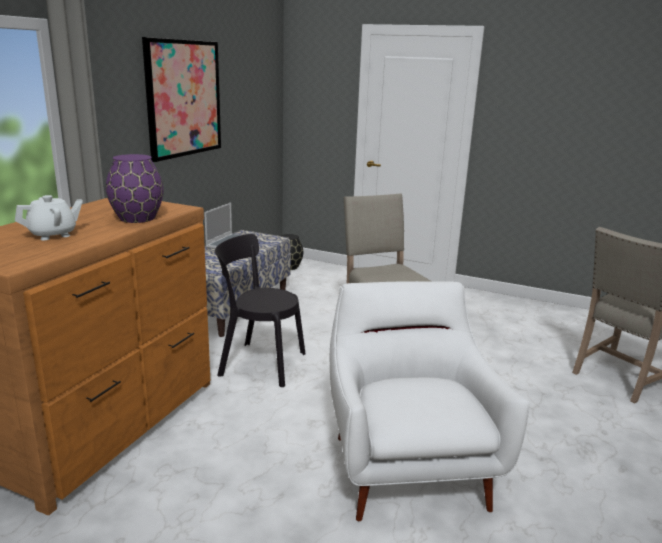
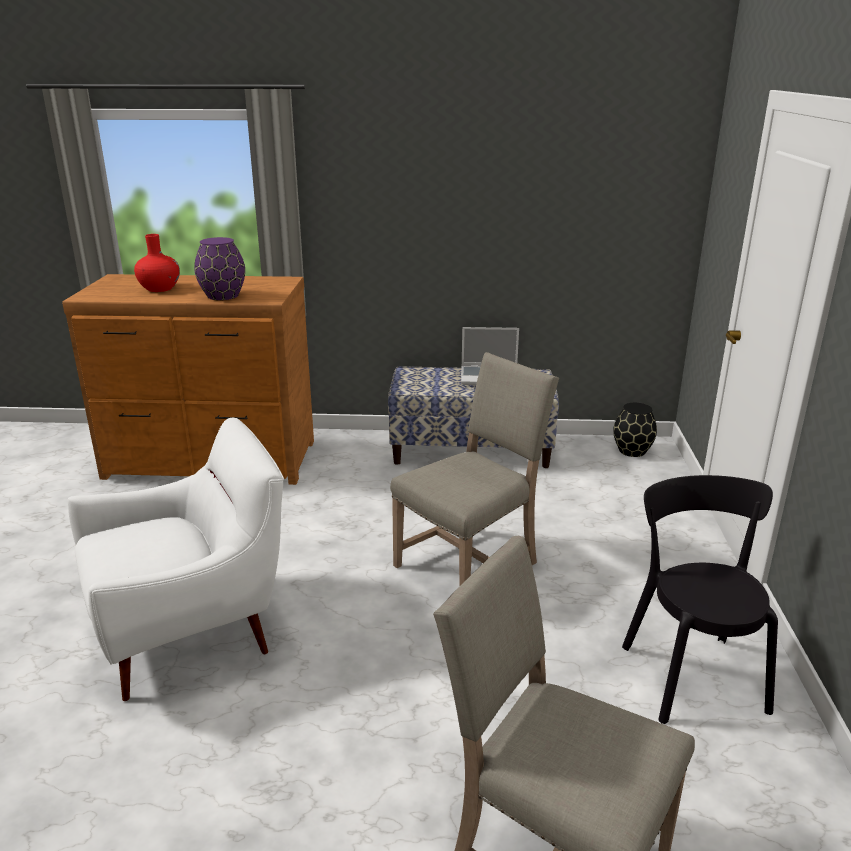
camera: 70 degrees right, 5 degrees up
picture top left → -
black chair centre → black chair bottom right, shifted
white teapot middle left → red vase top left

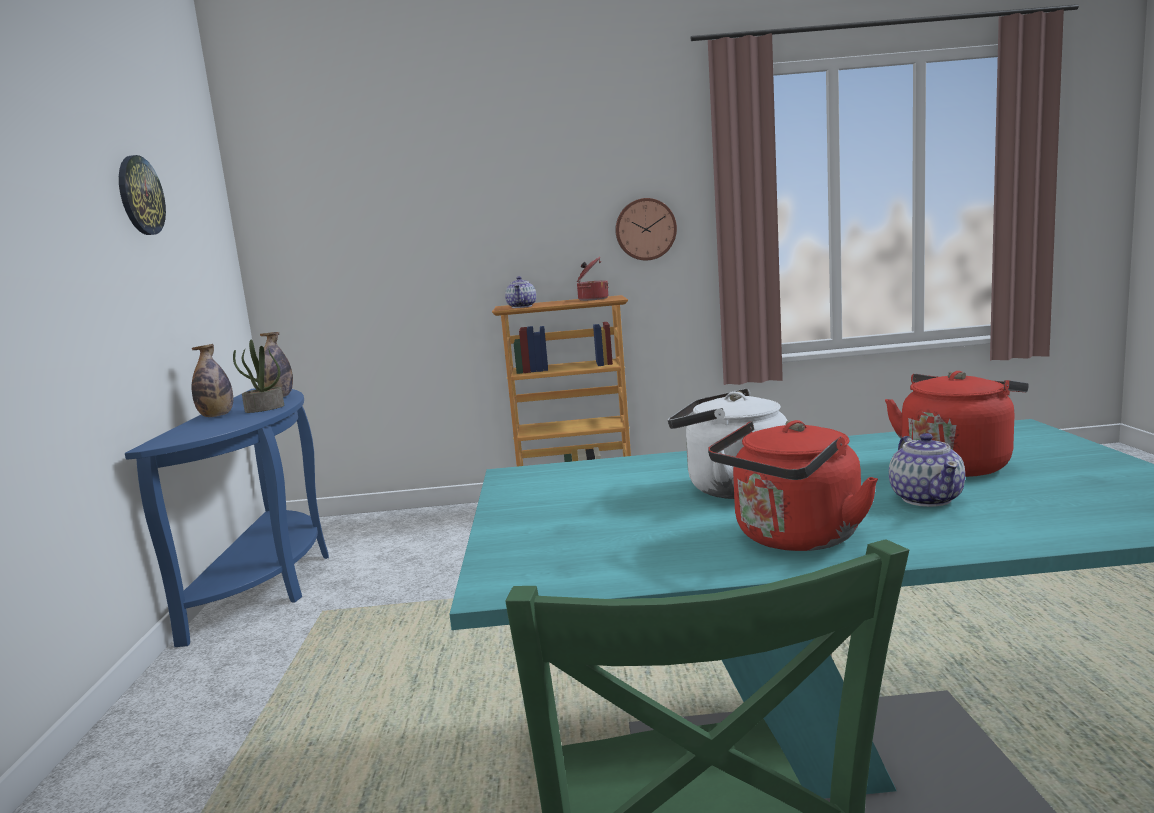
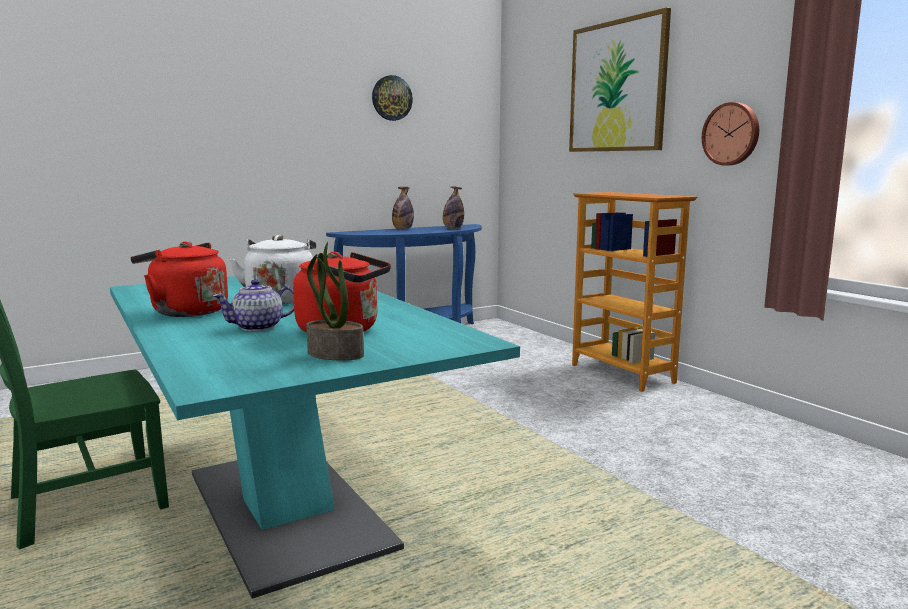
camera: 60 degrees right, 0 degrees up
teapot (no. 1 from left) centre → -
cooking pot centre → -
- → picture top right
potted plant middle left → potted plant centre, shifted

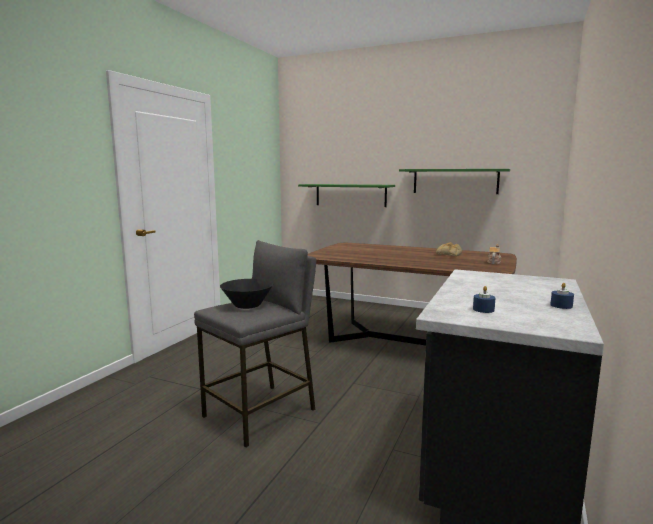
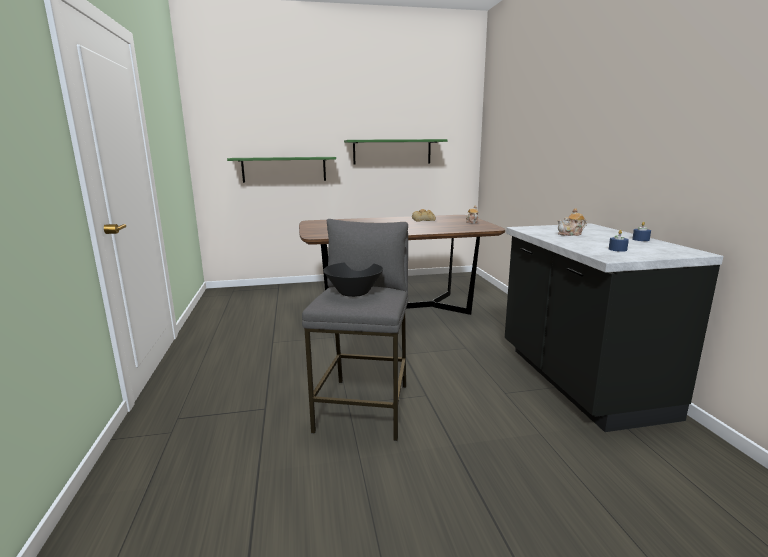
camera: 35 degrees left, 5 degrees up
- → teapot (no. 2 from left) middle right

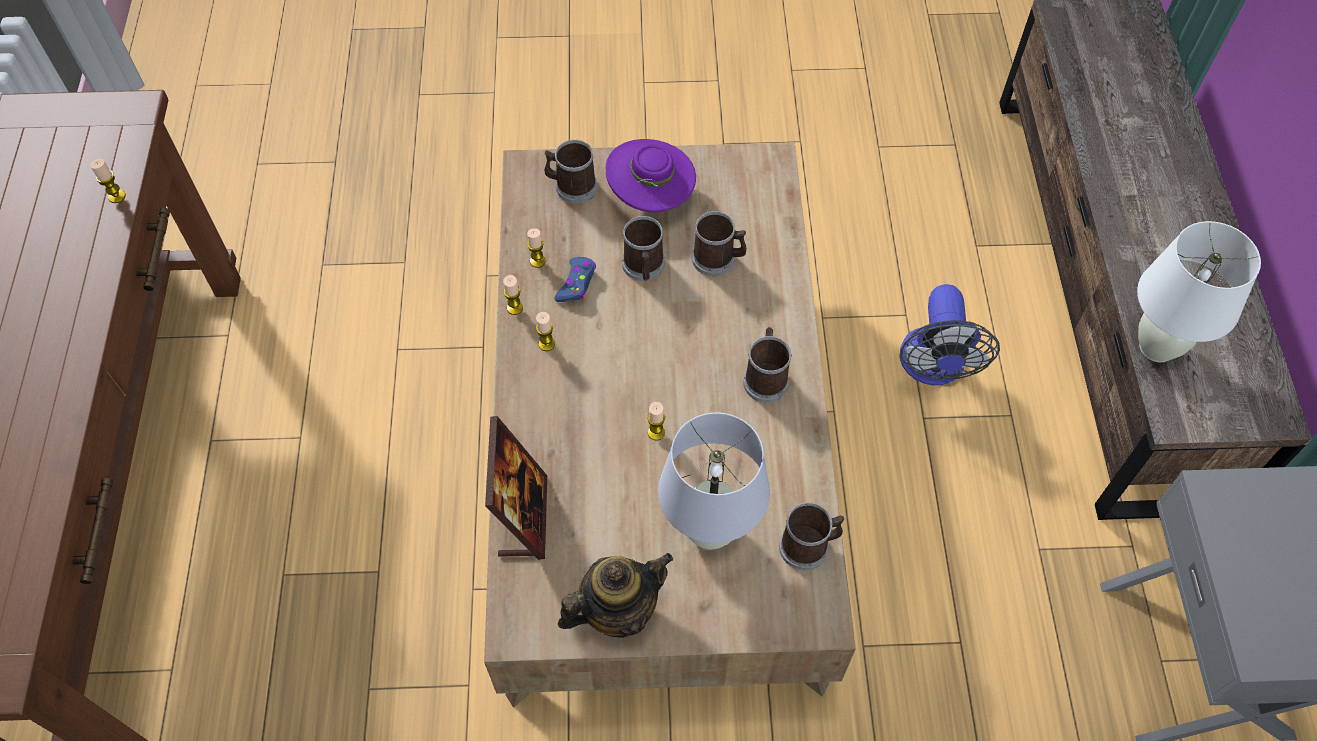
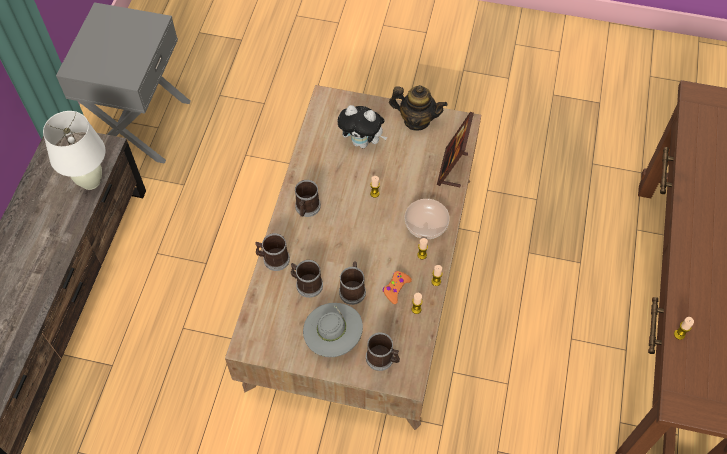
camera: 165 degrees left, 0 degrees up
fan middle right → -
- → bowl centre
mug (no. 5 from left in the first image) bottom centre → mug (no. 1 from left) centre, shifted
white table lamp (no. 1 from left) centre → plush toy top centre
blue game controller centre → orange game controller centre
purple hat top centre → grey hat bottom centre
teapot bottom centre → teapot top centre, 150 degrees counterclockwise

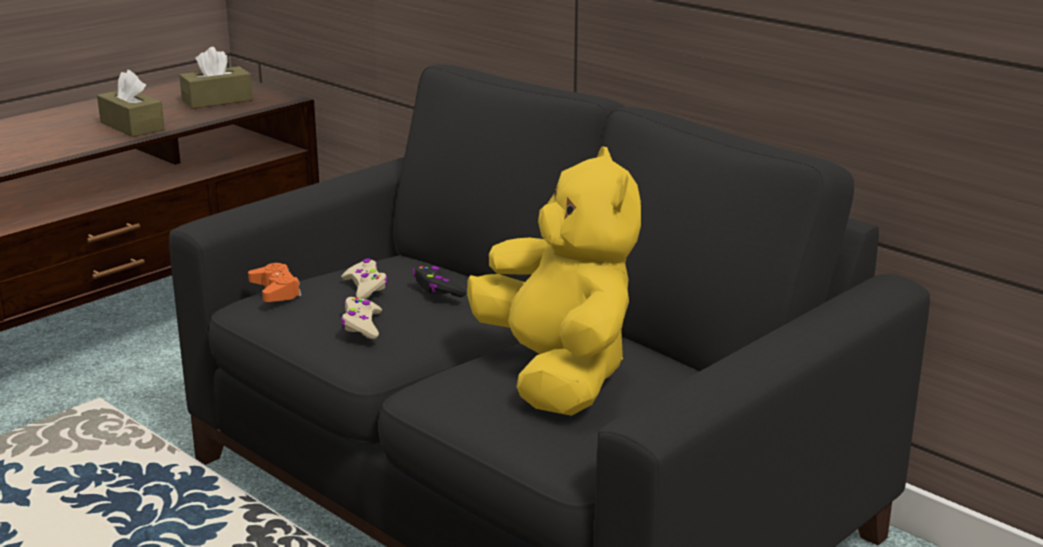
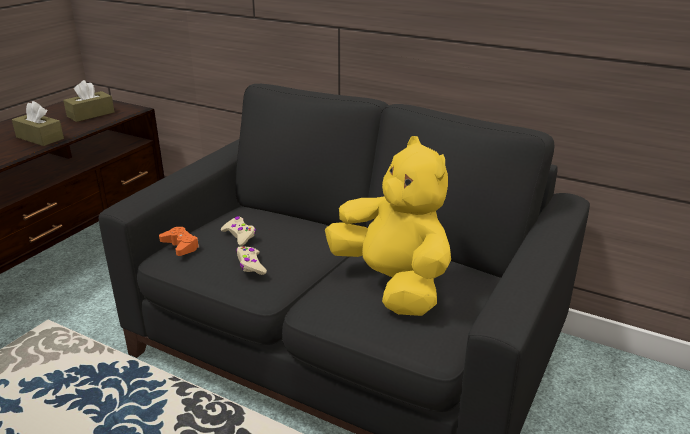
camera: 15 degrees left, 5 degrees up
black game controller centre → -

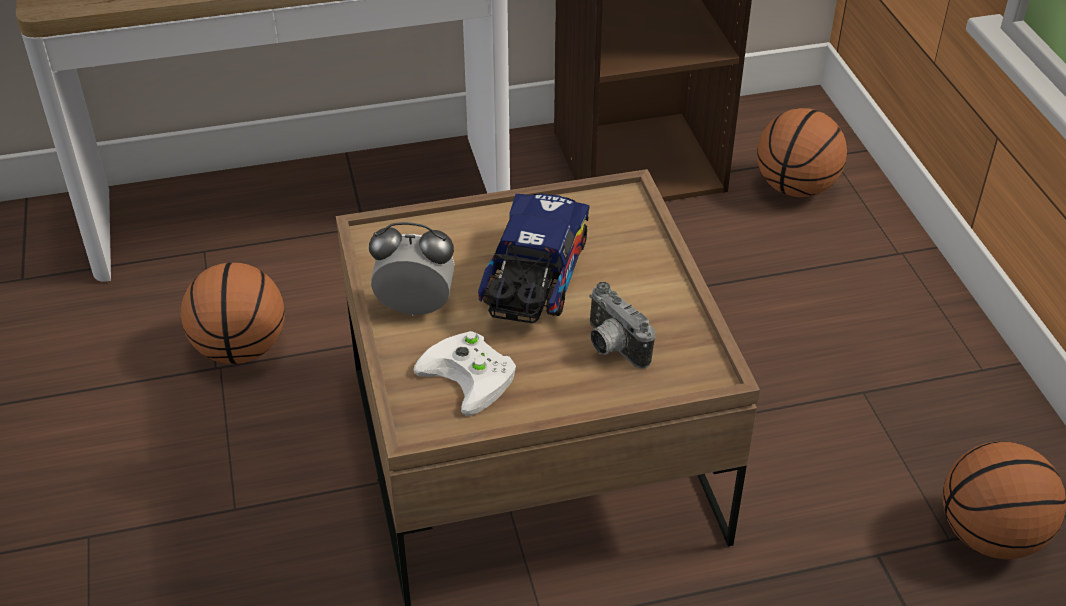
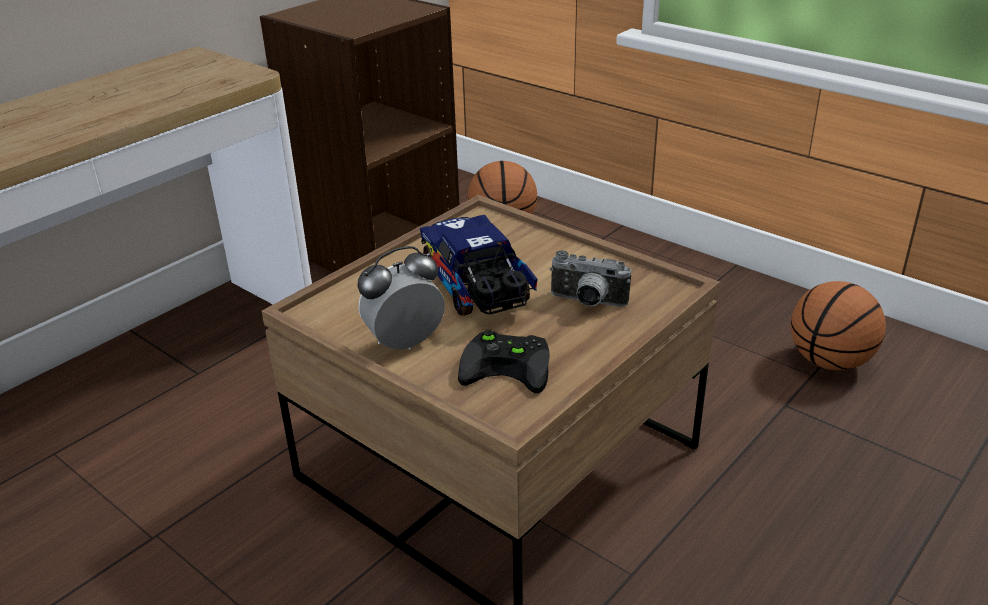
camera: 35 degrees left, 10 degrees down
basketball (no. 1 from left) middle left → -
white game controller centre → black game controller centre

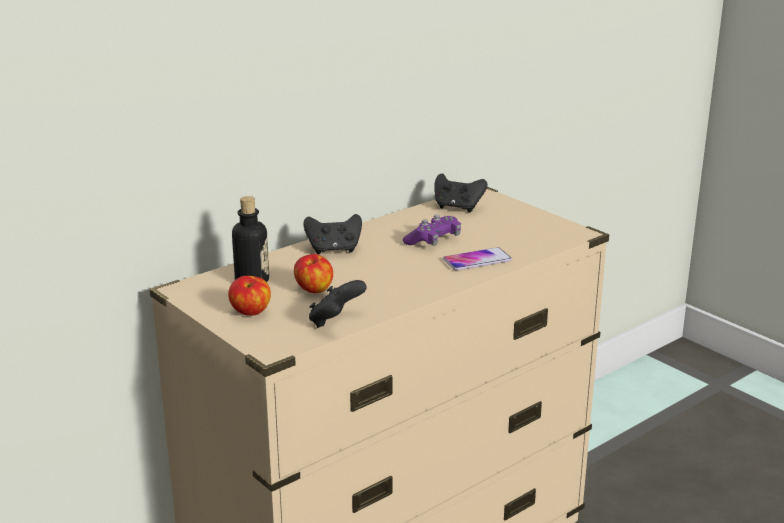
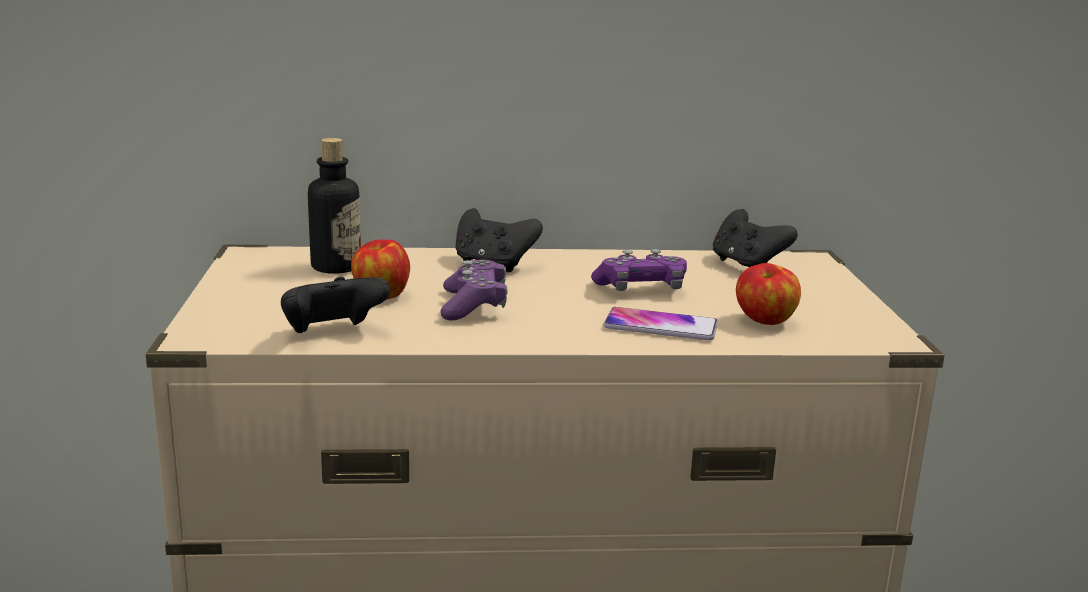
camera: 35 degrees right, 5 degrees down
- → purple game controller (no. 1 from left) centre
apple (no. 1 from left in the first image) middle left → apple (no. 2 from left) middle right, shifted

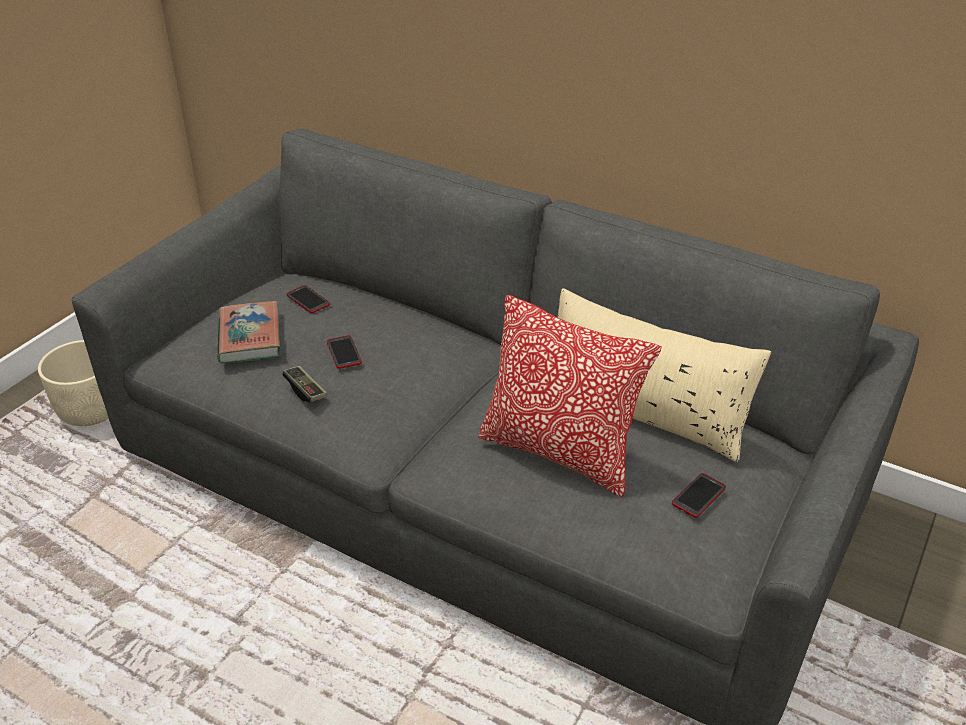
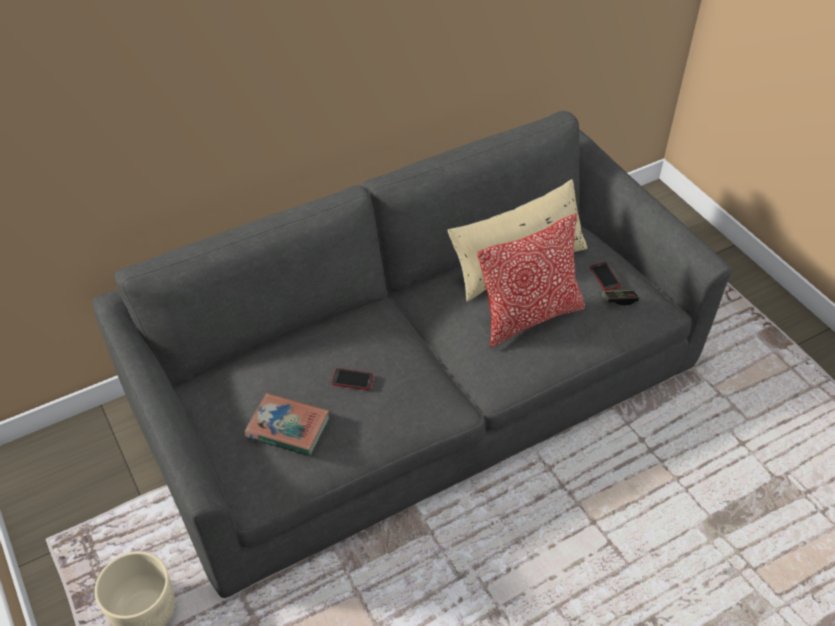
camera: 60 degrees left, 10 degrees up
phone (no. 1 from left) middle left → -
game controller middle left → game controller middle right, shifted

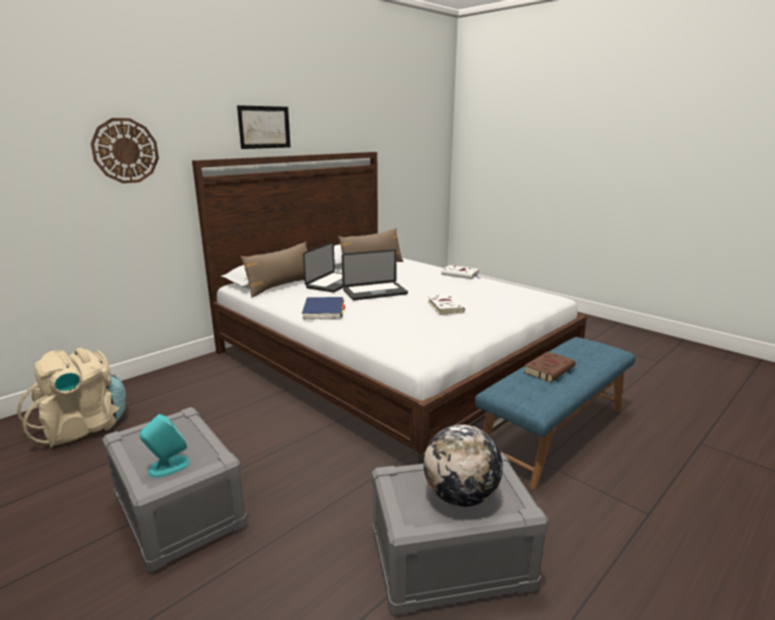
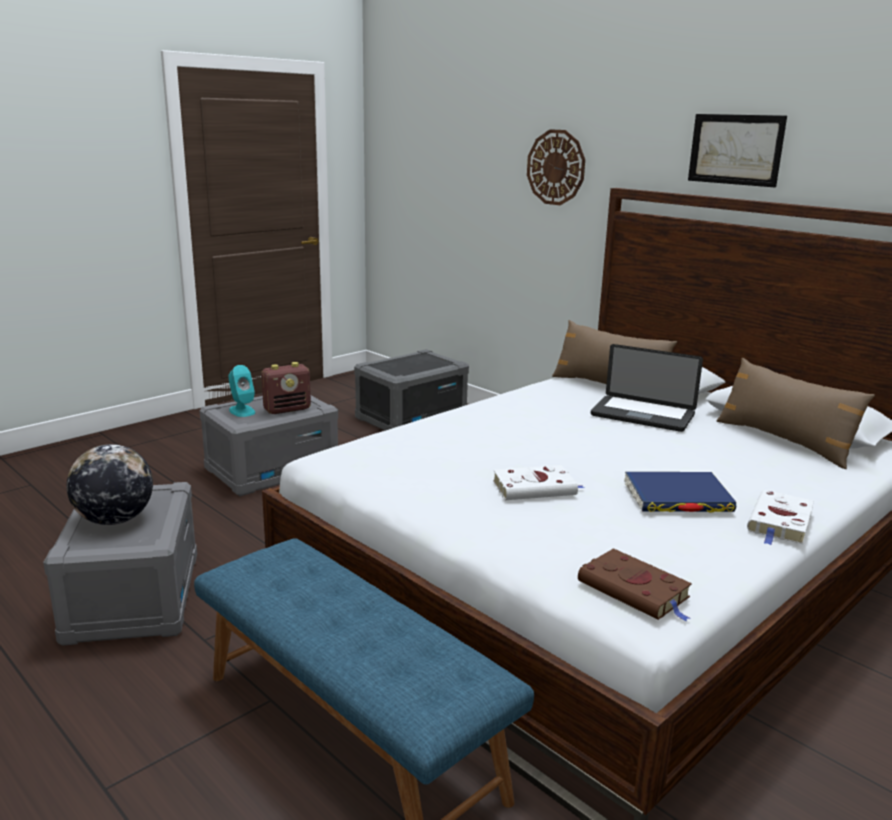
camera: 90 degrees right, 0 degrees up
laptop (no. 2 from left) centre → -
- → radio middle left
blue book centre → blue book middle right, shifted
brown book middle right → brown book bottom right, shifted
beige backpack middle left → grey storage box (no. 3 from left) centre

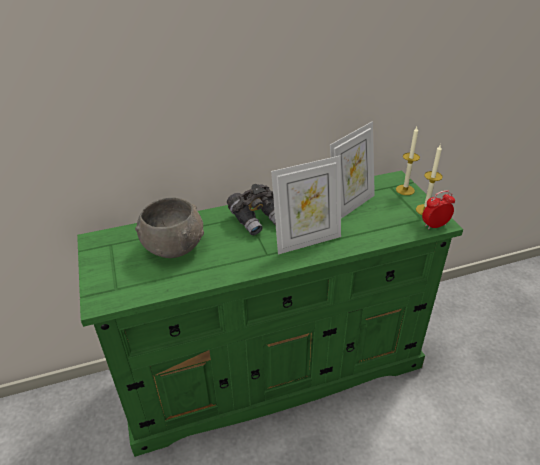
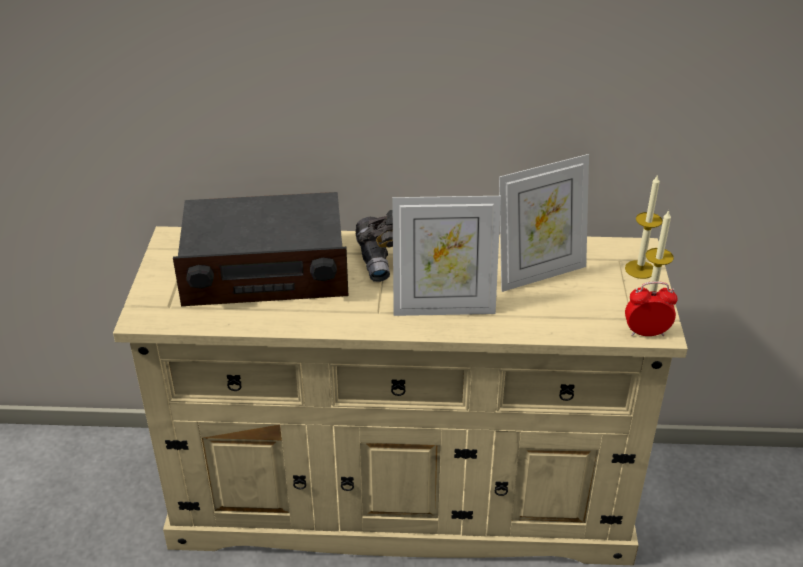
camera: 20 degrees right, 0 degrees up
grey bowl middle left → radio middle left
green dresser bottom centre → beige dresser bottom centre

